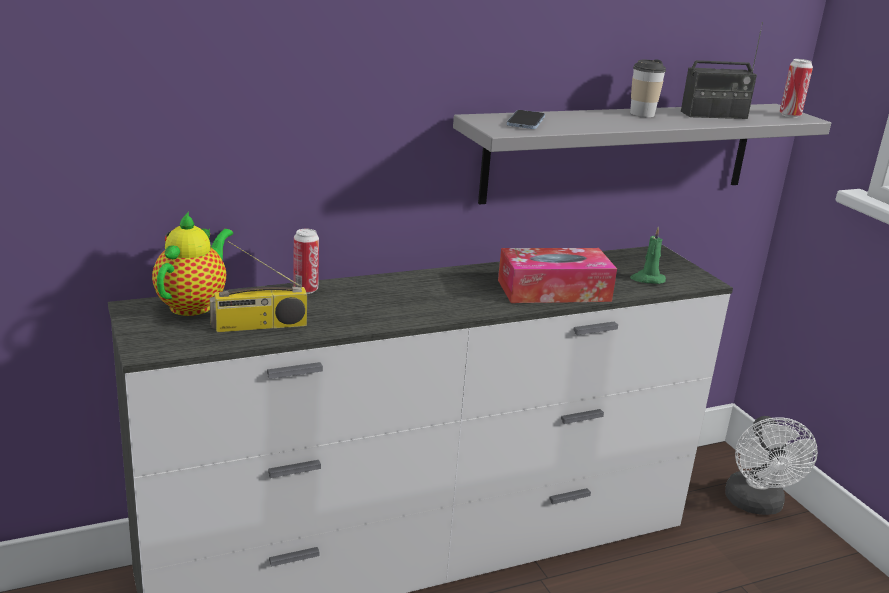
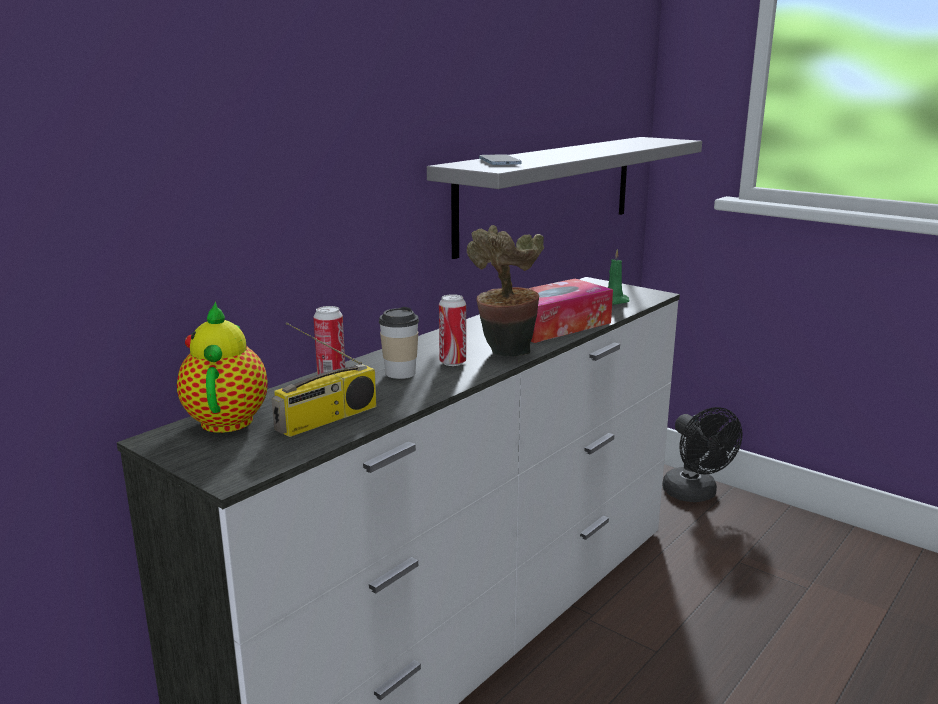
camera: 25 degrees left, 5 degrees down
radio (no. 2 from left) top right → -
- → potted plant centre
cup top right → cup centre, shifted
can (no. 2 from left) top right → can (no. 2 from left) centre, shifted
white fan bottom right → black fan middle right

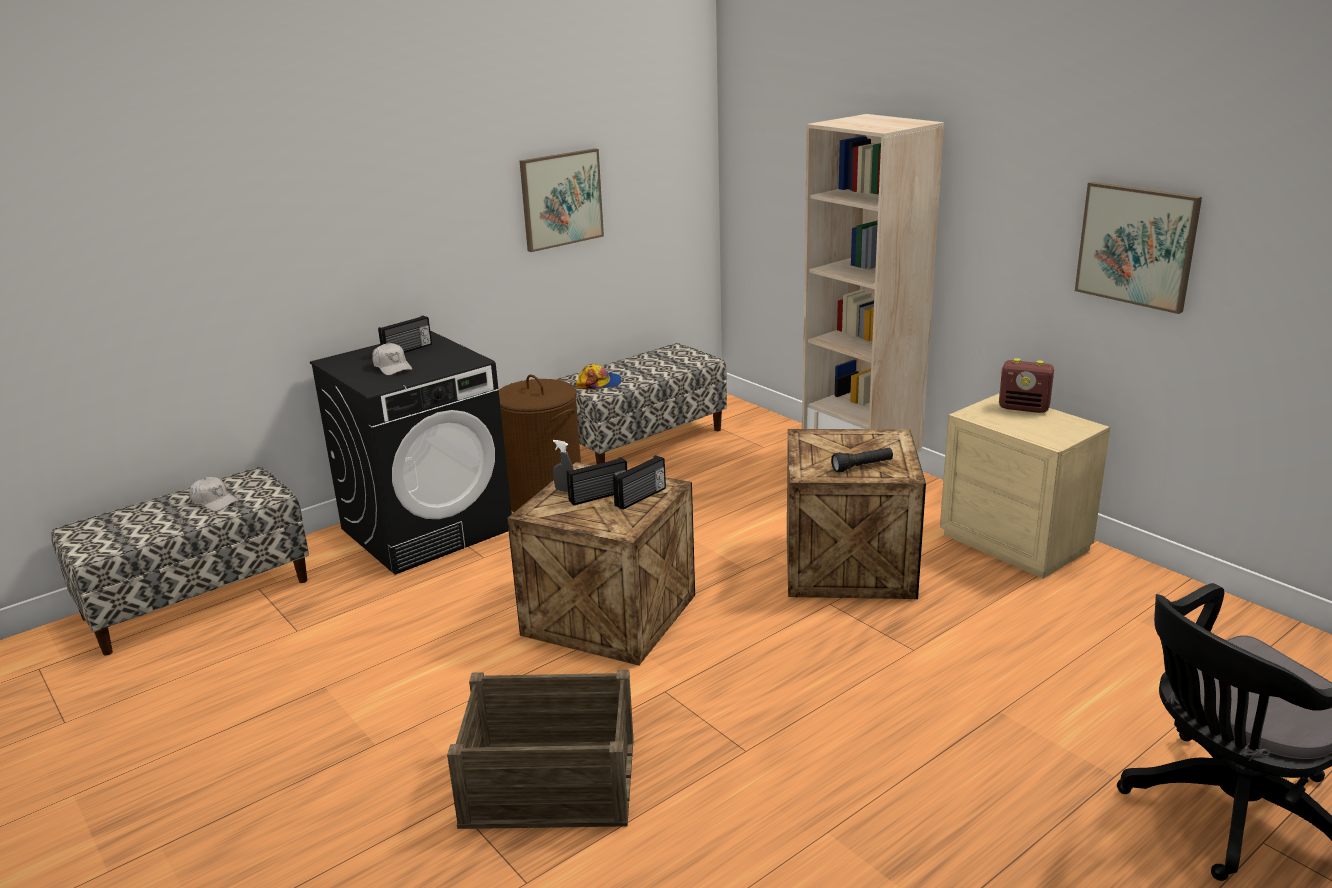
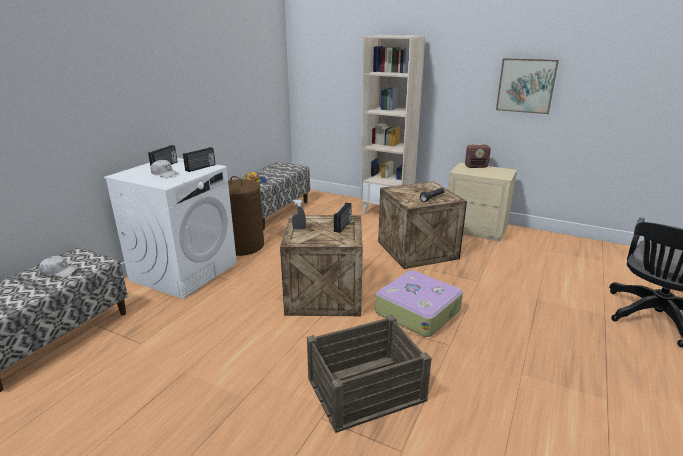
camera: 25 degrees left, 0 degrees up
picture (no. 1 from left) top centre → -
- → suitcase bottom centre
radio (no. 2 from left) centre → radio (no. 2 from left) middle left, shifted
black washing machine middle left → white washing machine middle left

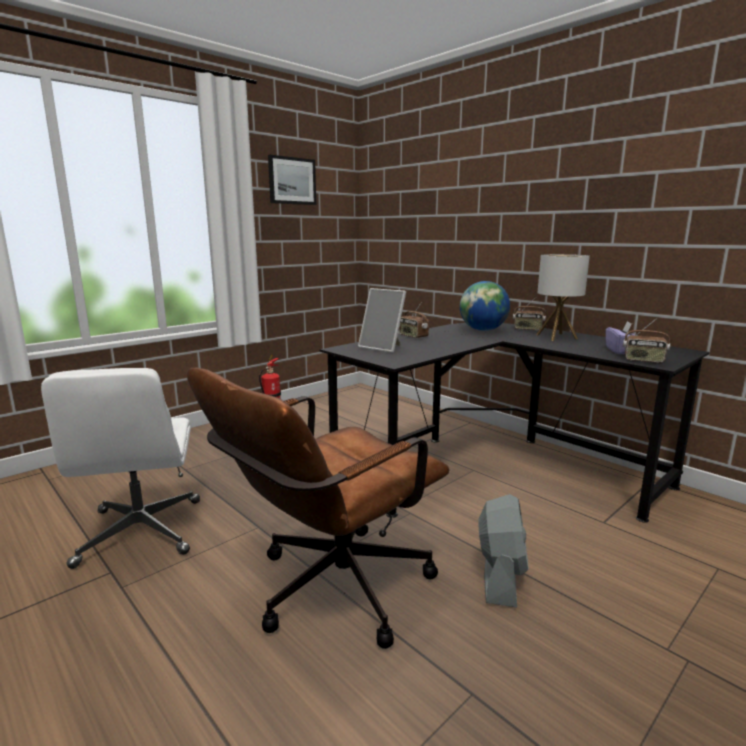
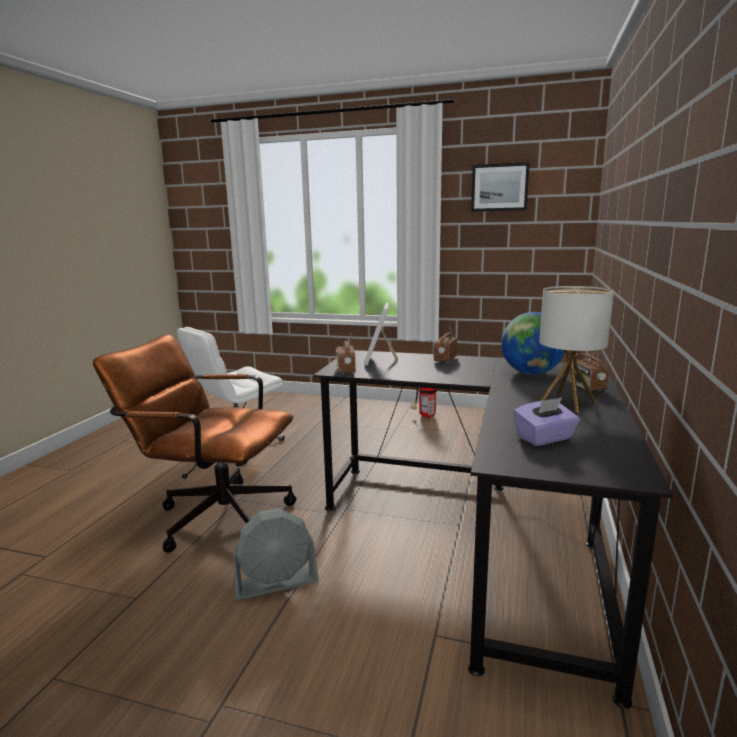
camera: 60 degrees right, 0 degrees up
radio (no. 3 from left in the first image) middle right → radio (no. 1 from left) centre, shifted

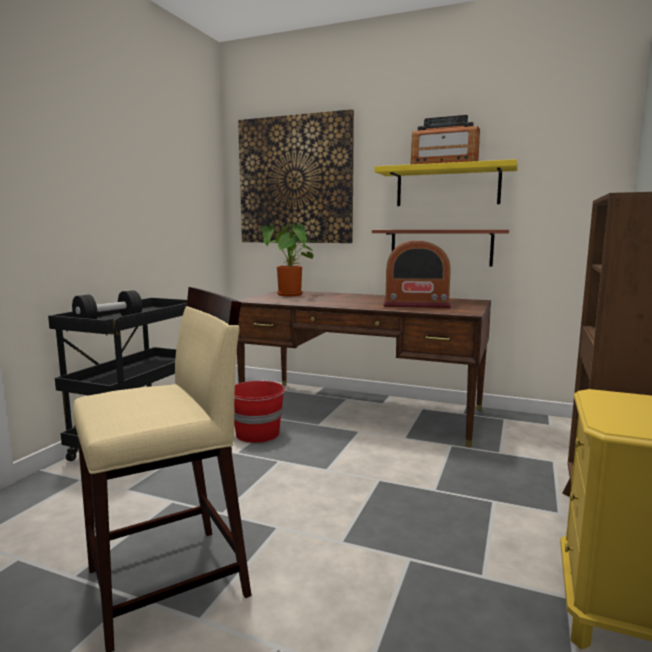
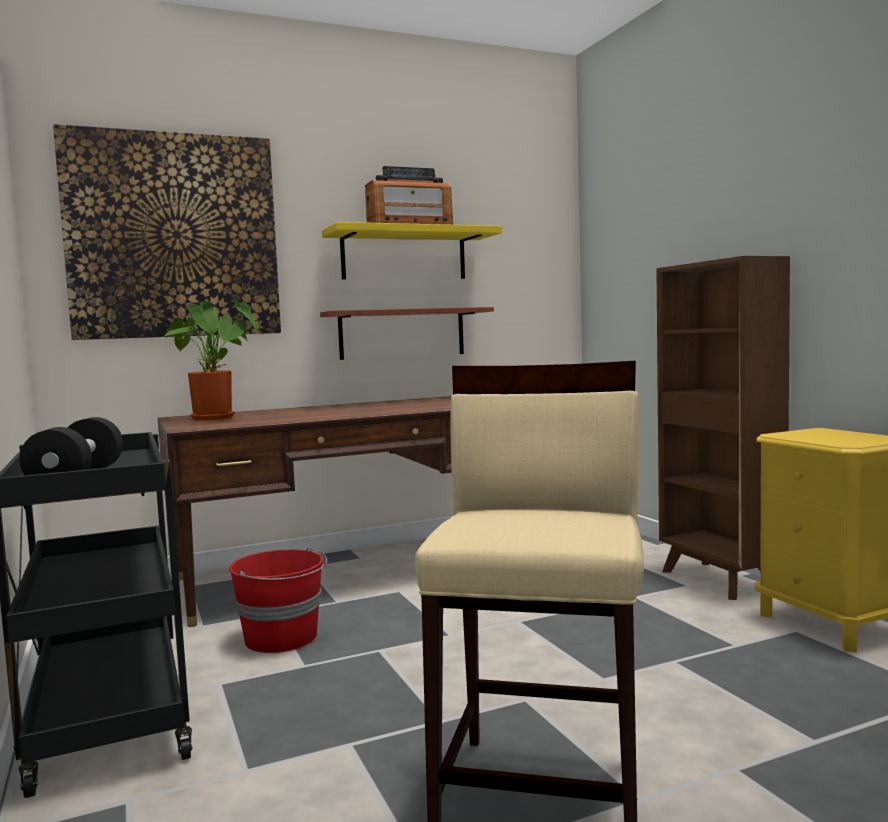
camera: 45 degrees left, 5 degrees down
radio (no. 1 from left) centre → -

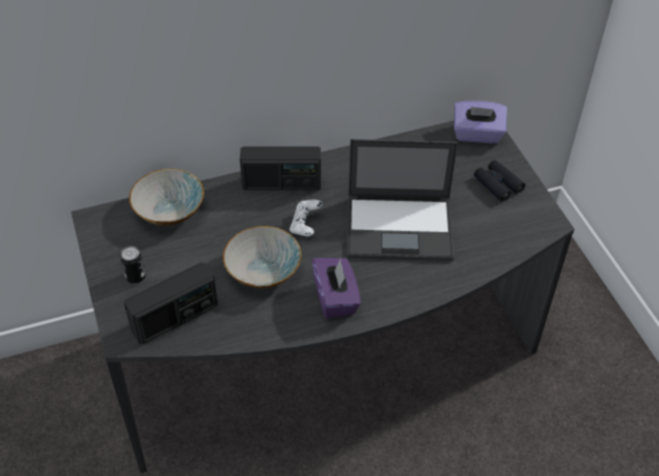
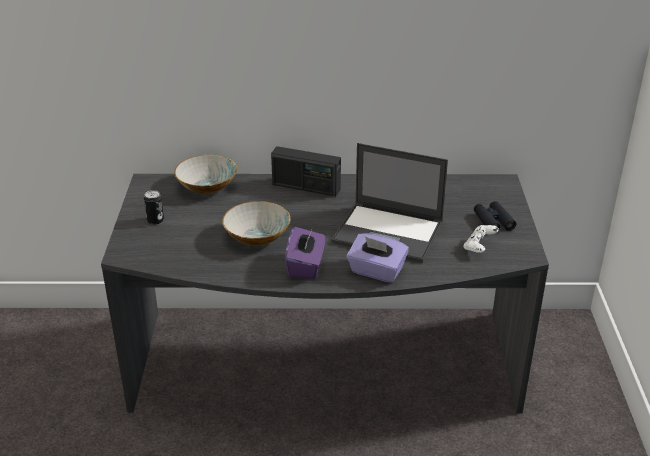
camera: 20 degrees right, 15 degrees down
radio (no. 1 from left) middle left → -
white game controller centre → white game controller middle right, shifted
purple tissue box (no. 2 from left) top right → purple tissue box (no. 2 from left) centre, shifted

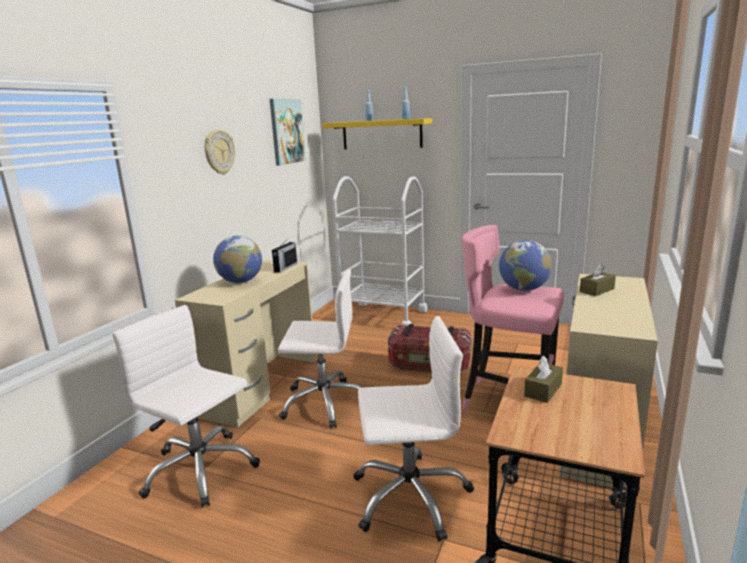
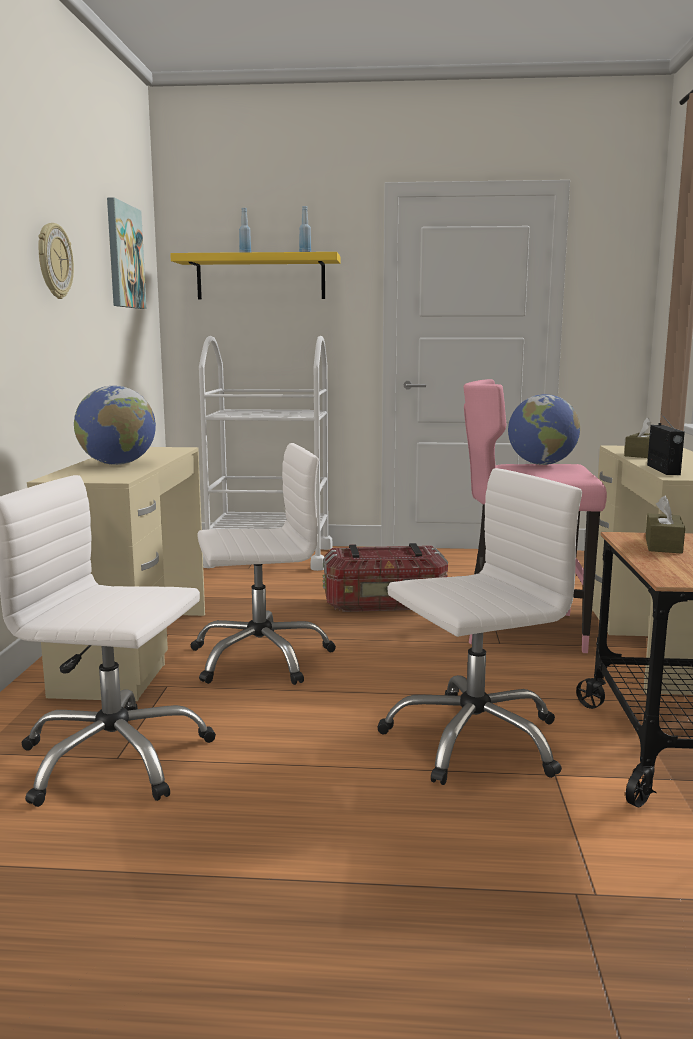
camera: 20 degrees left, 5 degrees down
radio centre → radio middle right, shifted

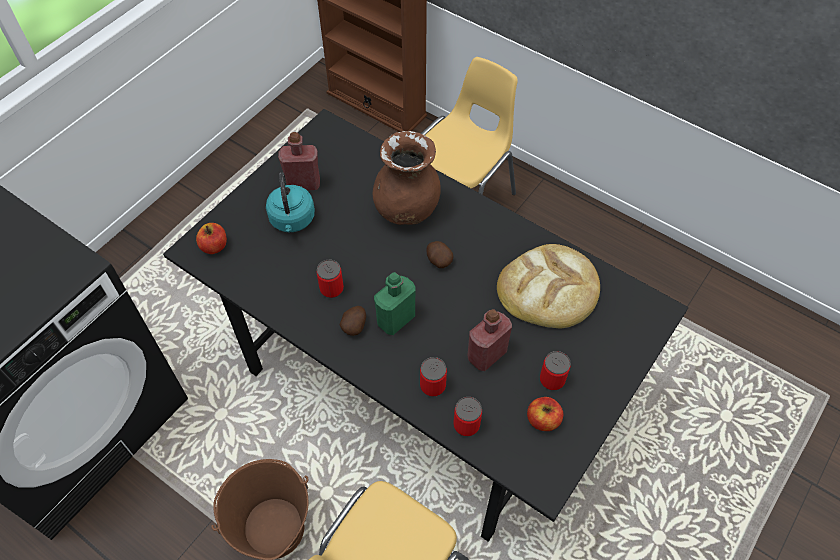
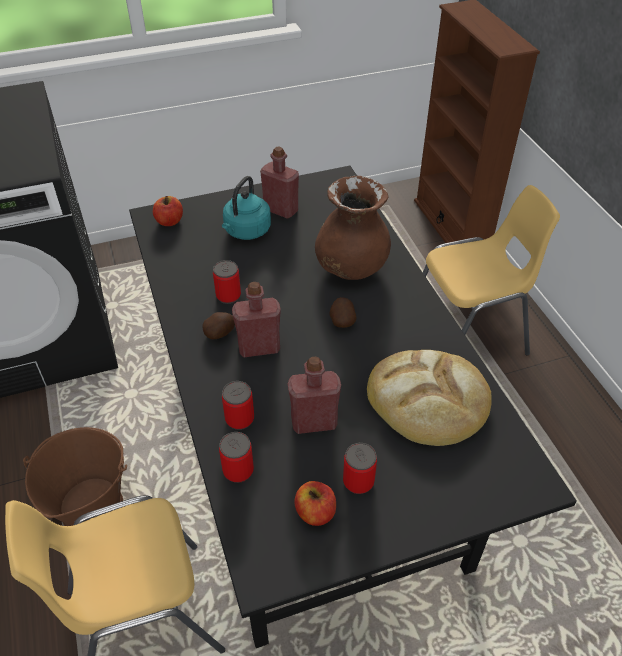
camera: 35 degrees right, 10 degrees down
green bottle centre → red bottle (no. 1 from left) centre

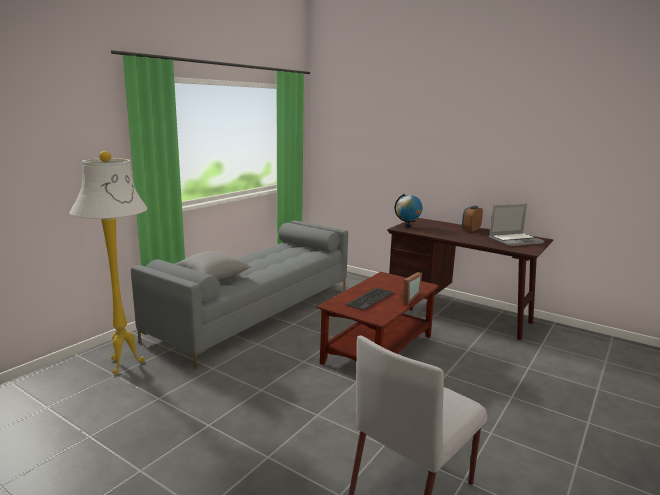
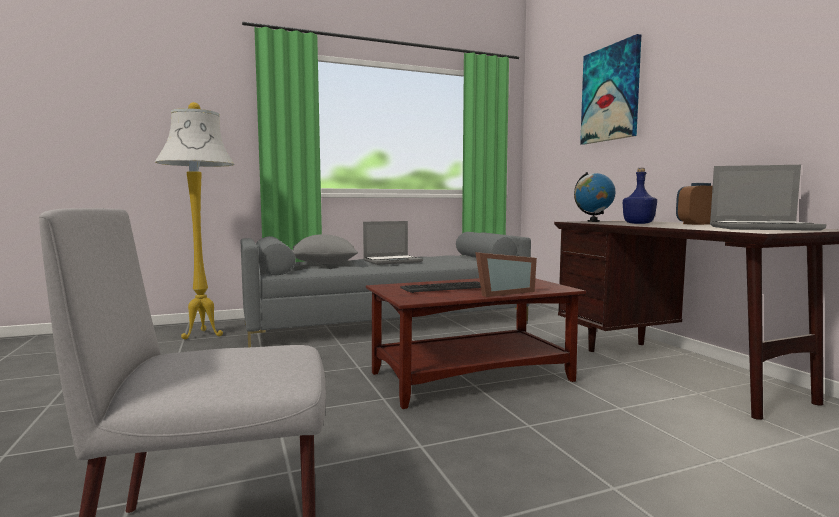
camera: 35 degrees right, 10 degrees down
- → laptop (no. 1 from left) centre
- → picture top right
- → blue bottle middle right

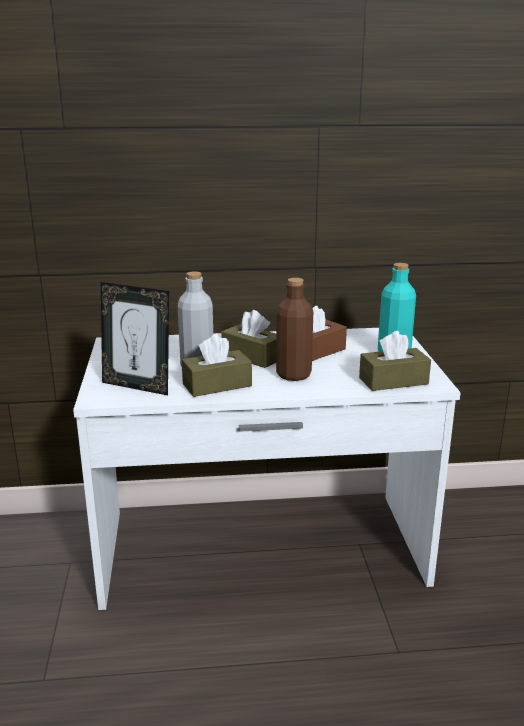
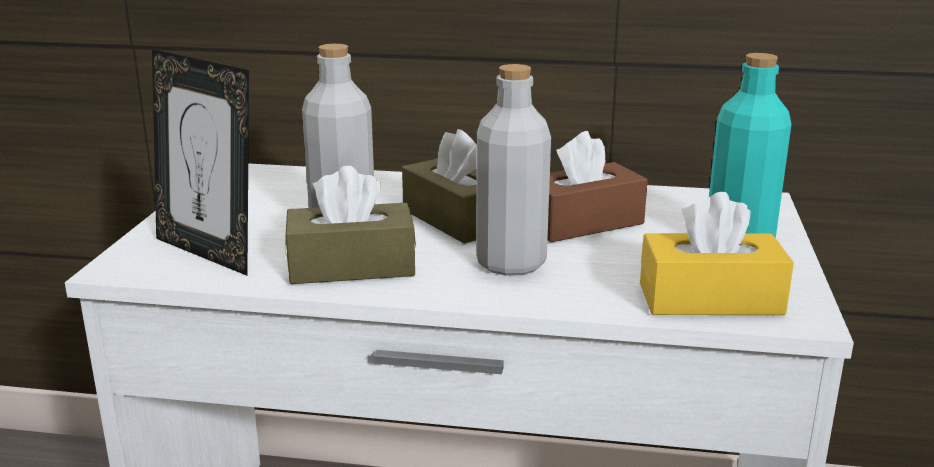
camera: 15 degrees right, 0 degrees up
brown bottle centre → grey bottle (no. 2 from left) centre
brown tissue box (no. 4 from left) middle right → yellow tissue box middle right

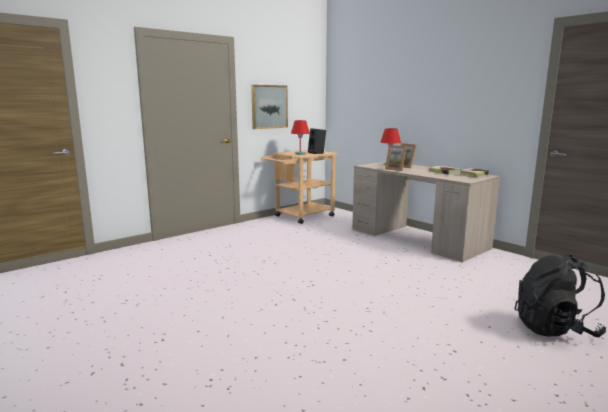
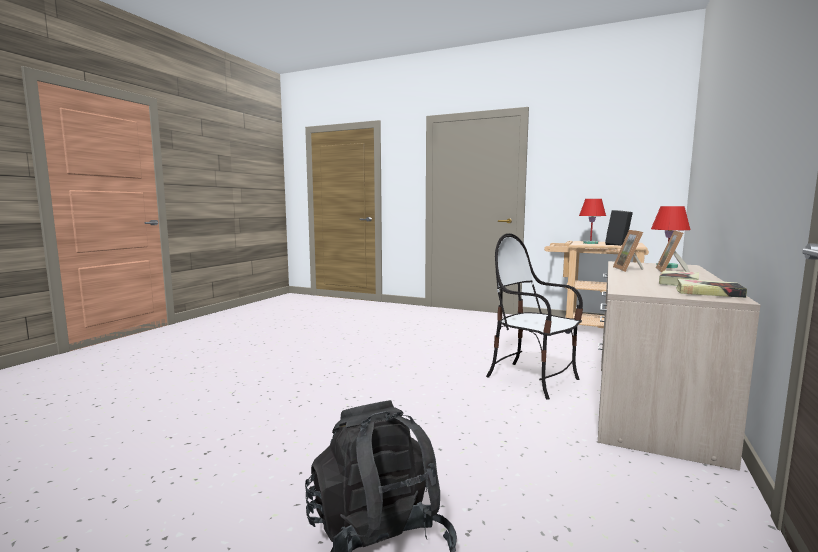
camera: 65 degrees right, 5 degrees down
picture top centre → -
- → chair centre

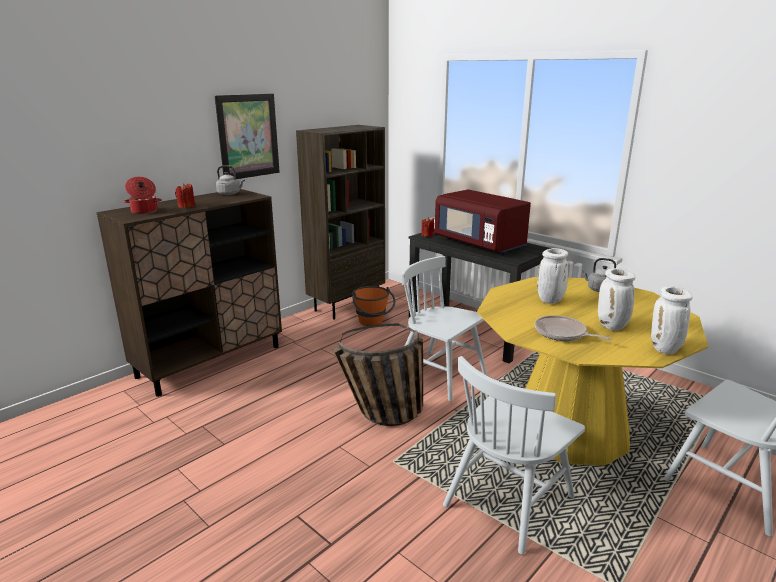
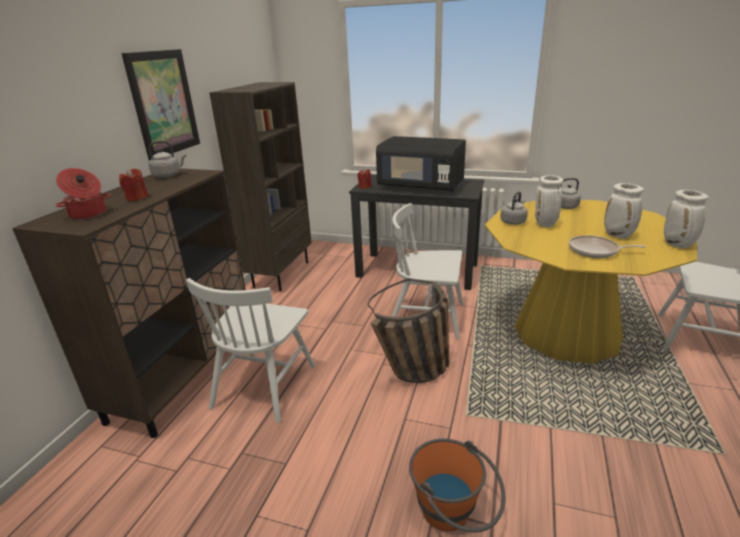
camera: 25 degrees left, 5 degrees up
- → grey kettle (no. 2 from left) middle right
orange bucket centre → orange bucket bottom centre, shifted
white chair (no. 2 from left in the first image) bottom centre → white chair (no. 1 from left) centre, shifted
red microwave centre → black microwave top centre

